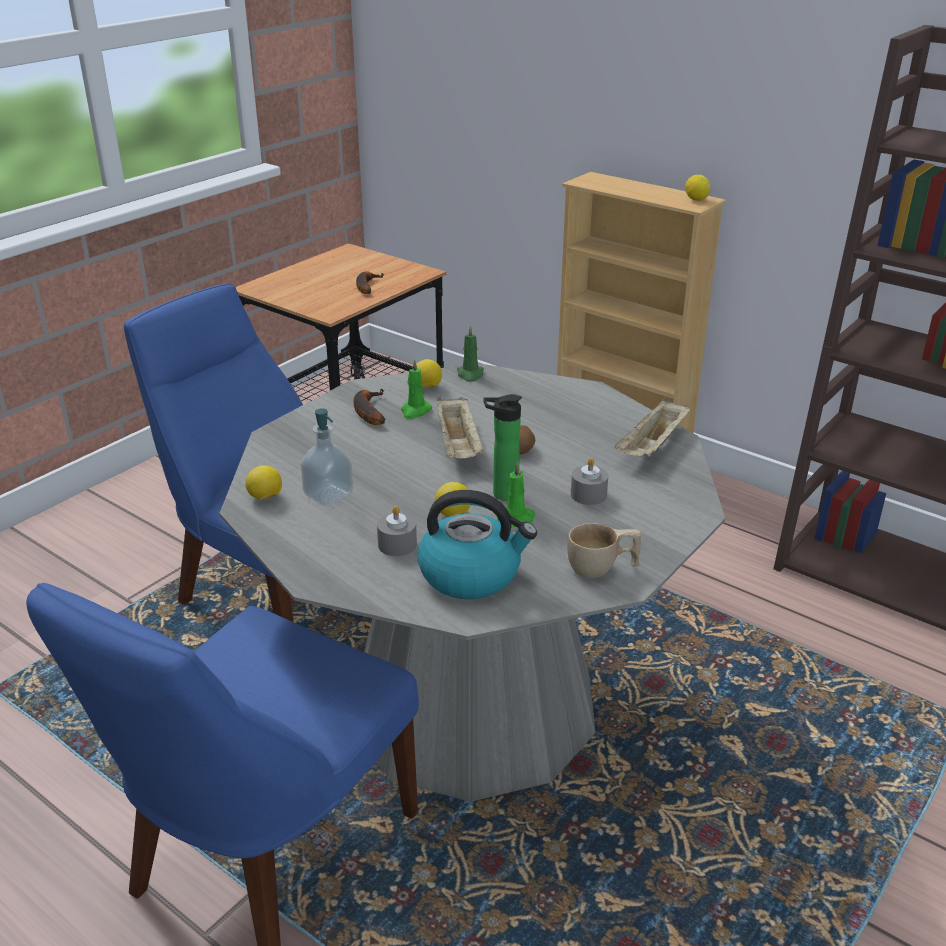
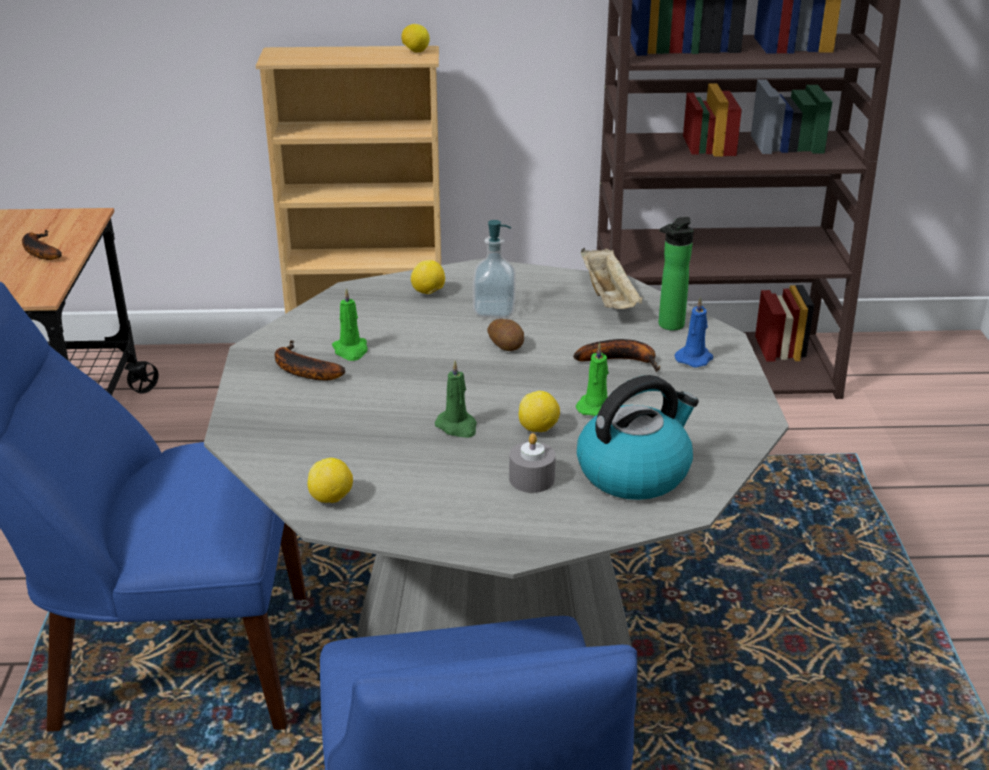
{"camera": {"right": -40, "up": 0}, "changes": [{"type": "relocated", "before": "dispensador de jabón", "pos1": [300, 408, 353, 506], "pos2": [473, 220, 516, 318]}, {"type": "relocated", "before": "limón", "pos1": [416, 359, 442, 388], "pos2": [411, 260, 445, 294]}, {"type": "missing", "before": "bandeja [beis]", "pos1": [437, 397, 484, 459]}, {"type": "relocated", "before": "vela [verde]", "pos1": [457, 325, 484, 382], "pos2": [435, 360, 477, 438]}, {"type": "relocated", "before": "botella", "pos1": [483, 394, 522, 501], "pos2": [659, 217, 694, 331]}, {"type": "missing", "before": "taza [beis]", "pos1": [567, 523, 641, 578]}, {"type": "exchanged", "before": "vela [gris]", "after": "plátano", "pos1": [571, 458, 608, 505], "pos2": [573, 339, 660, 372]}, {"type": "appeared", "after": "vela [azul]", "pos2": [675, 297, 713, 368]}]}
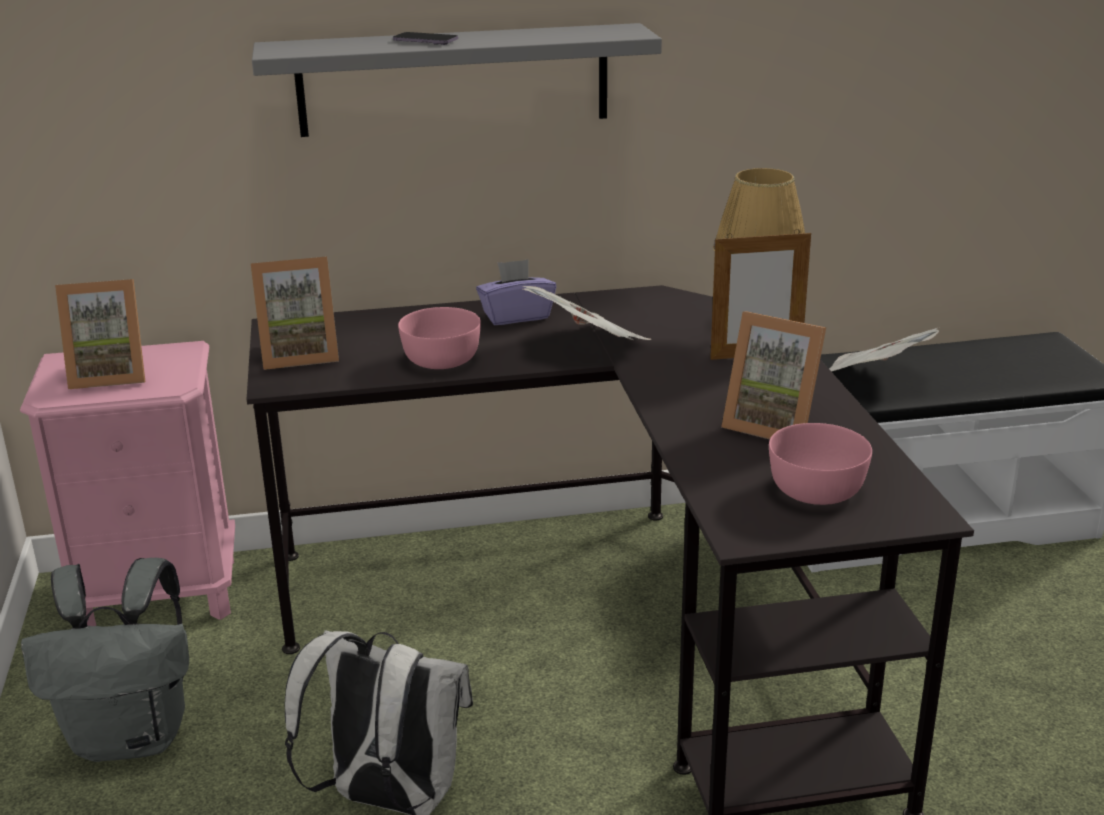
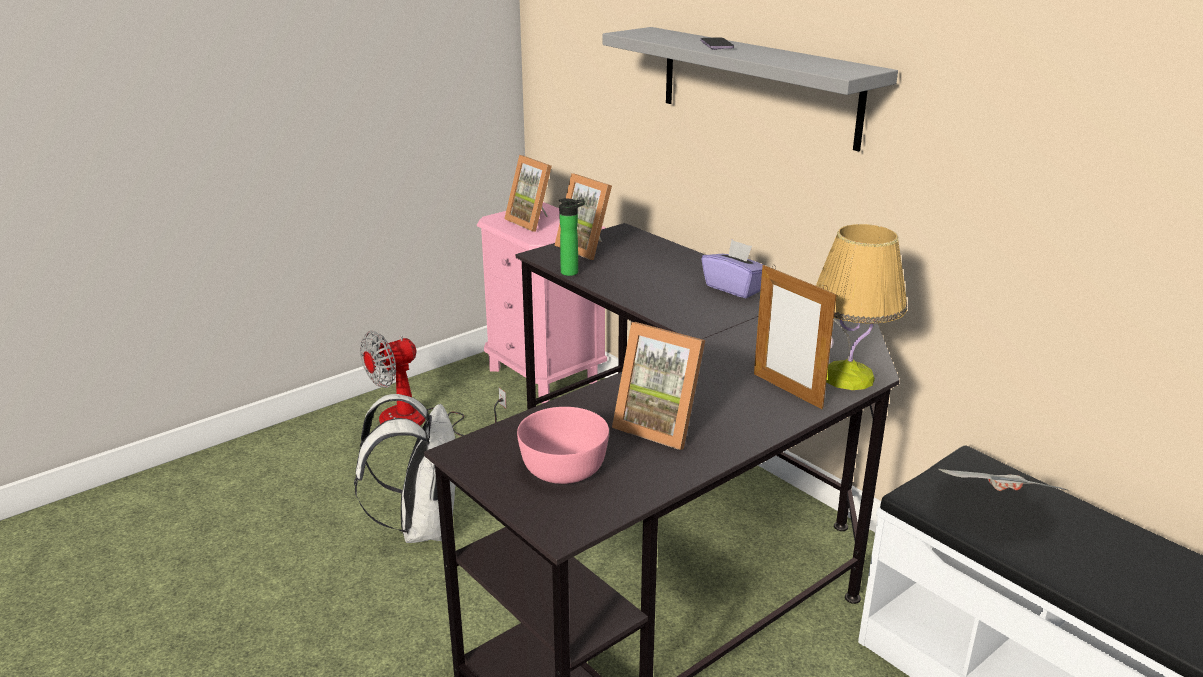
{"camera": {"right": 60, "up": 0}, "changes": [{"type": "exchanged", "before": "mochila [gris]", "after": "ventilador", "pos1": [21, 557, 189, 762], "pos2": [360, 331, 506, 436]}, {"type": "missing", "before": "cuenco [rosa]", "pos1": [398, 307, 481, 369]}, {"type": "missing", "before": "periódico", "pos1": [522, 286, 652, 340]}, {"type": "spun", "before": "portarretratos", "pos1": [721, 311, 826, 439], "pos2": [612, 322, 705, 450], "turn": -60}, {"type": "appeared", "after": "botella", "pos2": [559, 198, 585, 276]}]}
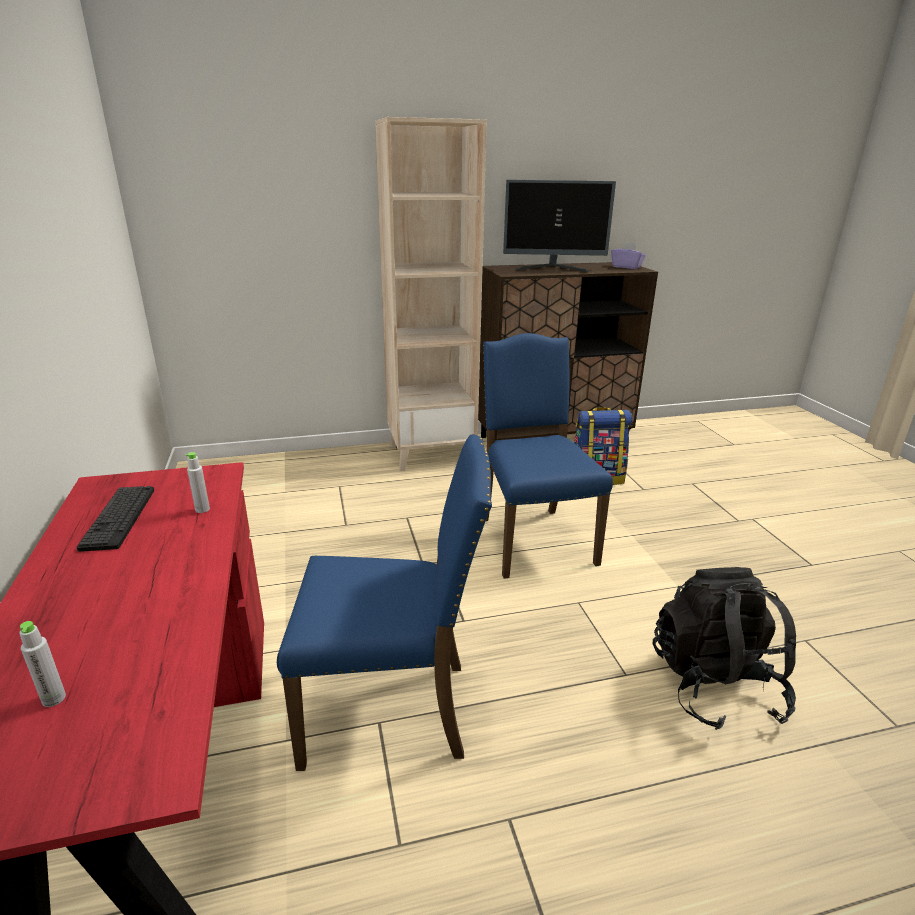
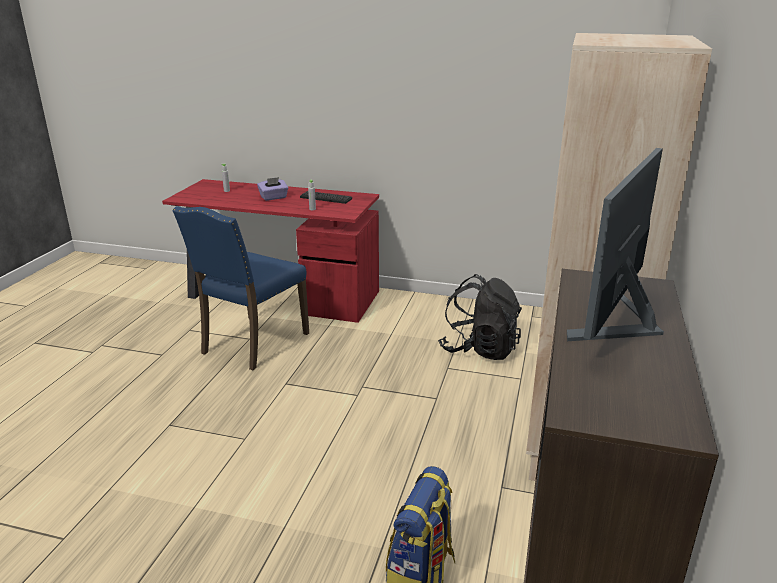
{"camera": {"right": 120, "up": 0}, "changes": [{"type": "missing", "before": "silla [azul]", "pos1": [483, 333, 613, 579]}, {"type": "relocated", "before": "caja de pañuelos [morado]", "pos1": [611, 242, 646, 269], "pos2": [257, 177, 288, 201]}, {"type": "relocated", "before": "mochila [negro]", "pos1": [653, 567, 796, 730], "pos2": [438, 274, 522, 360]}]}
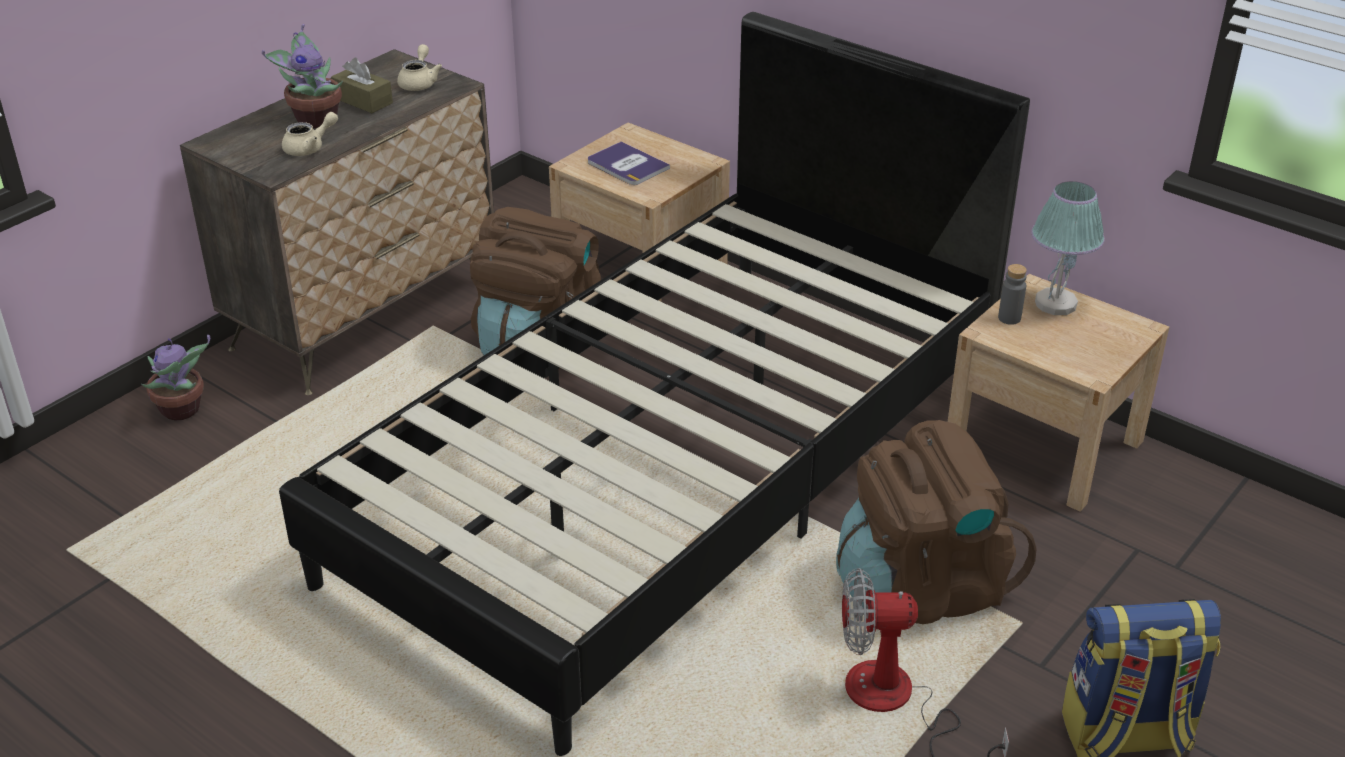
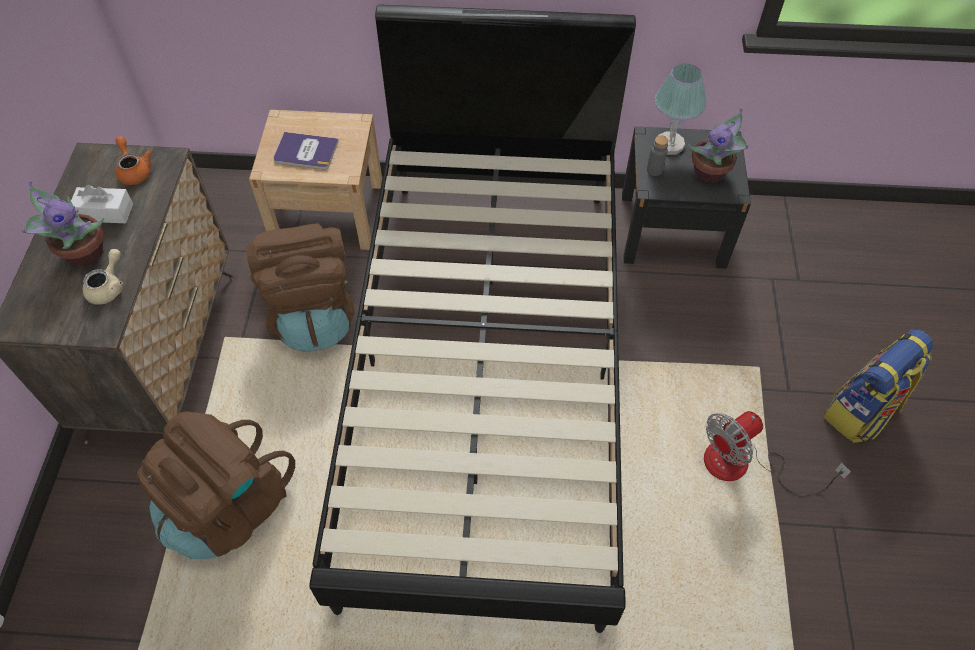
{"camera": {"right": -35, "up": 20}, "changes": [{"type": "relocated", "before": "planta en maceta", "pos1": [141, 335, 210, 420], "pos2": [688, 107, 748, 182]}, {"type": "colour", "before": "caja de pañuelos [marrón]", "after": "caja de pañuelos [blanco]", "pos1": [331, 58, 393, 113], "pos2": [71, 184, 133, 223]}, {"type": "colour", "before": "tetera [beis]", "after": "tetera [naranja]", "pos1": [397, 44, 442, 91], "pos2": [115, 136, 152, 185]}, {"type": "relocated", "before": "mochila [marrón]", "pos1": [836, 420, 1037, 624], "pos2": [137, 411, 295, 559]}, {"type": "colour", "before": "mesita de noche [beis]", "after": "mesita de noche [negro]", "pos1": [948, 274, 1169, 512], "pos2": [622, 127, 751, 269]}]}
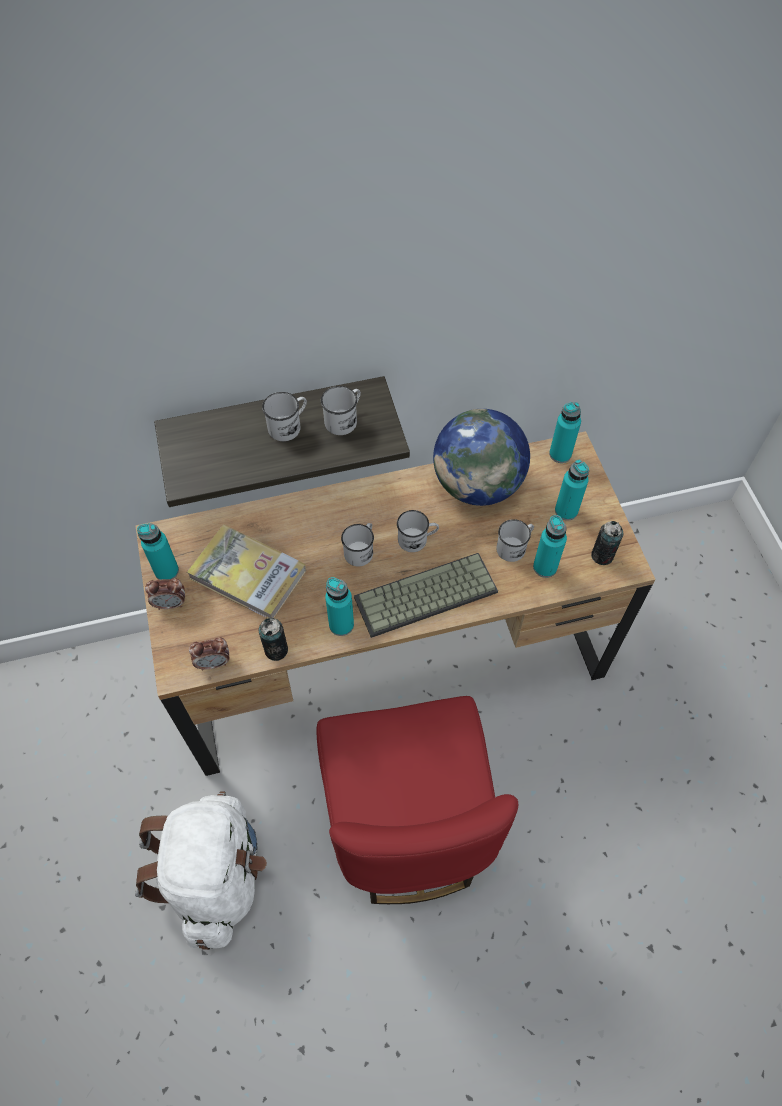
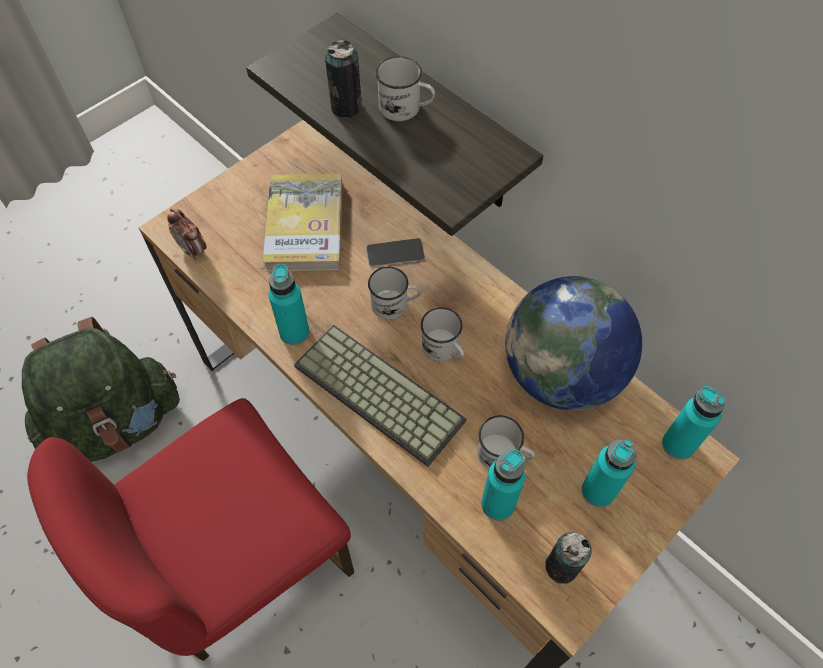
{"camera": {"right": 60, "up": 0}, "changes": [{"type": "colour", "before": "mochila [blanco]", "after": "mochila [verde]", "pos1": [135, 792, 267, 950], "pos2": [22, 317, 180, 462]}, {"type": "missing", "before": "botella [turquesa]", "pos1": [137, 523, 179, 580]}, {"type": "missing", "before": "despertador", "pos1": [145, 578, 185, 610]}, {"type": "relocated", "before": "lata", "pos1": [259, 618, 288, 661], "pos2": [325, 40, 362, 118]}, {"type": "missing", "before": "taza grande [blanco]", "pos1": [321, 386, 361, 435]}, {"type": "appeared", "after": "móvil", "pos2": [366, 238, 425, 267]}]}
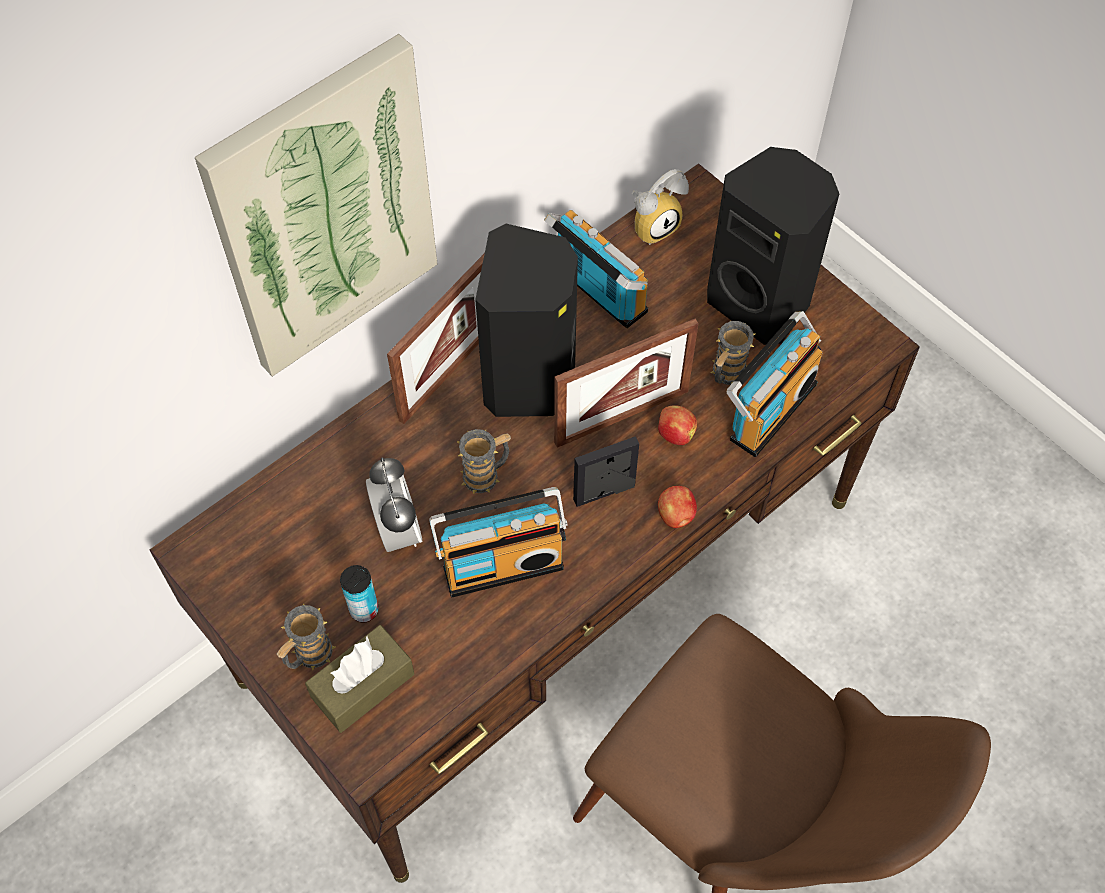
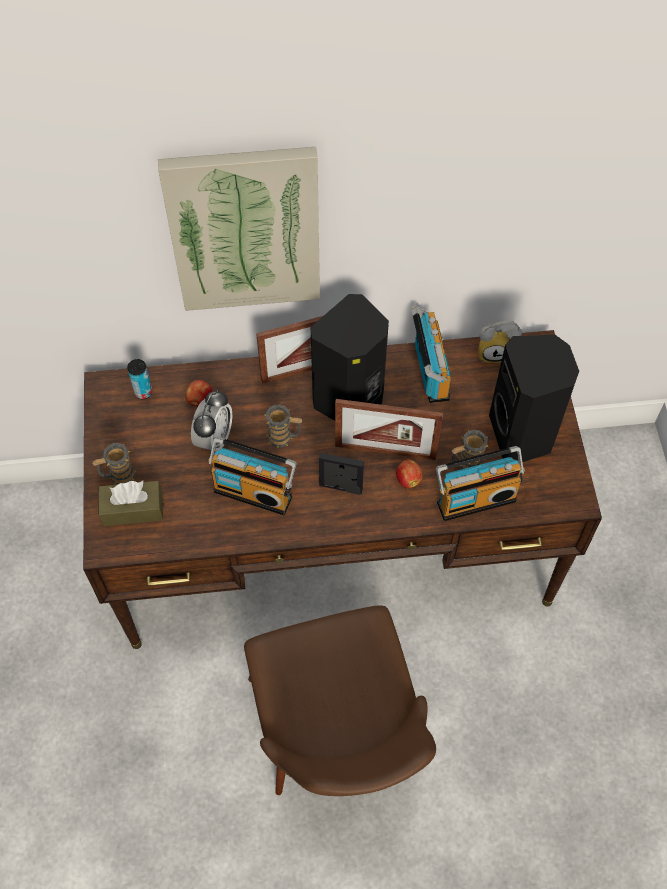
{"camera": {"right": 35, "up": 0}, "changes": [{"type": "relocated", "before": "lata", "pos1": [340, 565, 379, 622], "pos2": [127, 359, 152, 399]}, {"type": "relocated", "before": "manzana", "pos1": [658, 486, 697, 528], "pos2": [186, 380, 212, 406]}]}
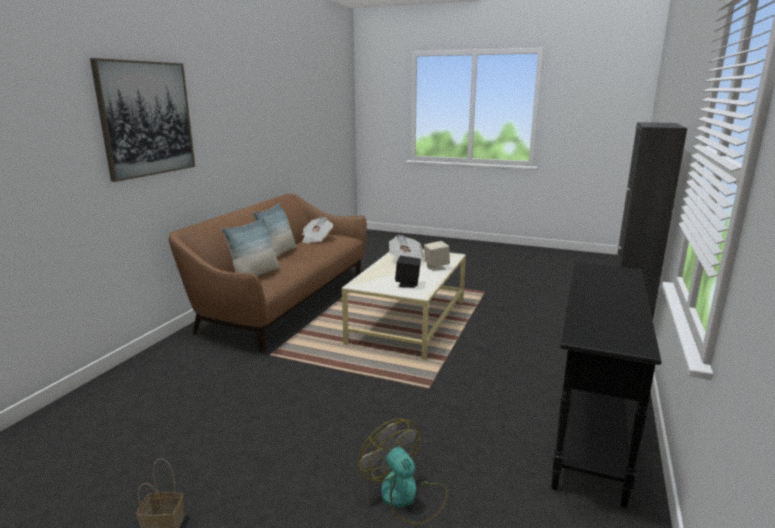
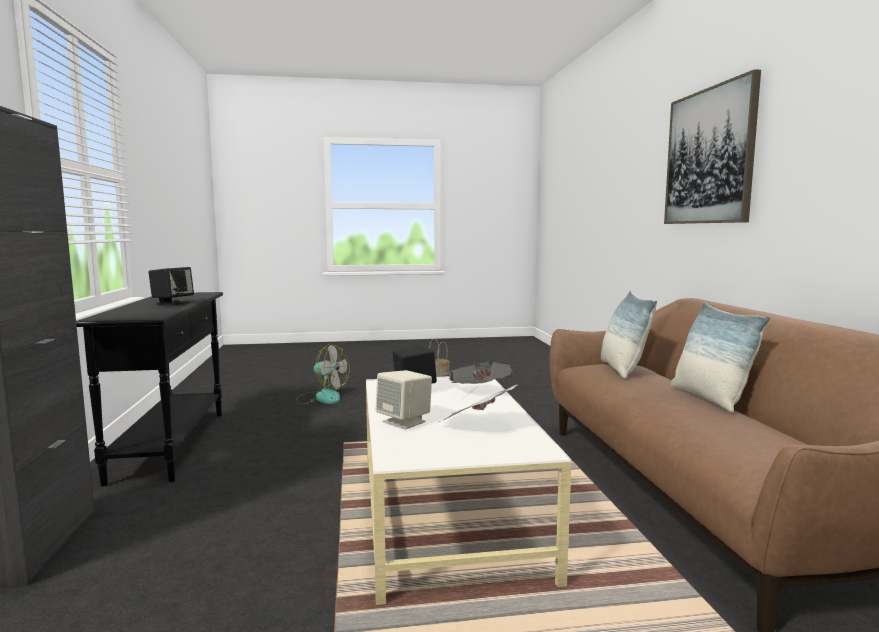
{"camera": {"right": 150, "up": -10}, "changes": [{"type": "relocated", "before": "periódico", "pos1": [302, 217, 333, 243], "pos2": [448, 362, 512, 384]}, {"type": "appeared", "after": "altavoz [negro]", "pos2": [149, 267, 194, 305]}]}
